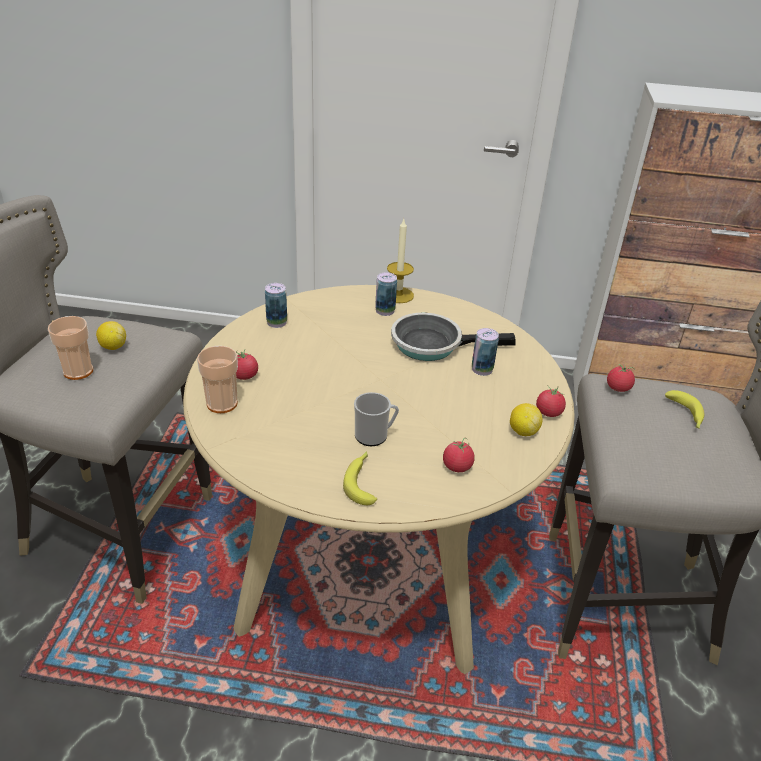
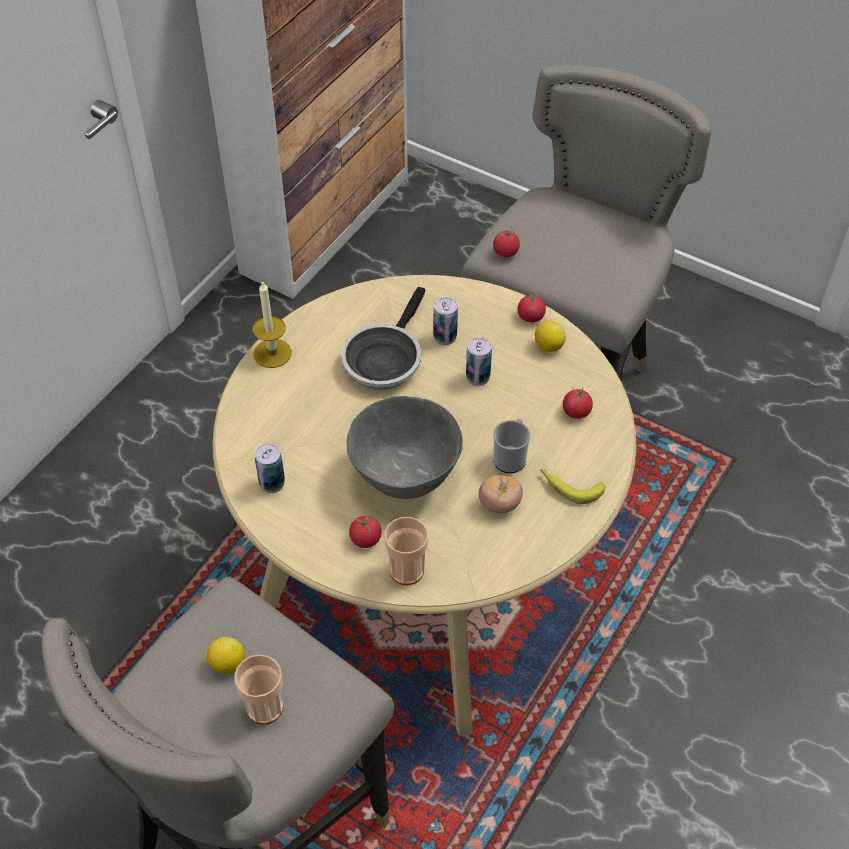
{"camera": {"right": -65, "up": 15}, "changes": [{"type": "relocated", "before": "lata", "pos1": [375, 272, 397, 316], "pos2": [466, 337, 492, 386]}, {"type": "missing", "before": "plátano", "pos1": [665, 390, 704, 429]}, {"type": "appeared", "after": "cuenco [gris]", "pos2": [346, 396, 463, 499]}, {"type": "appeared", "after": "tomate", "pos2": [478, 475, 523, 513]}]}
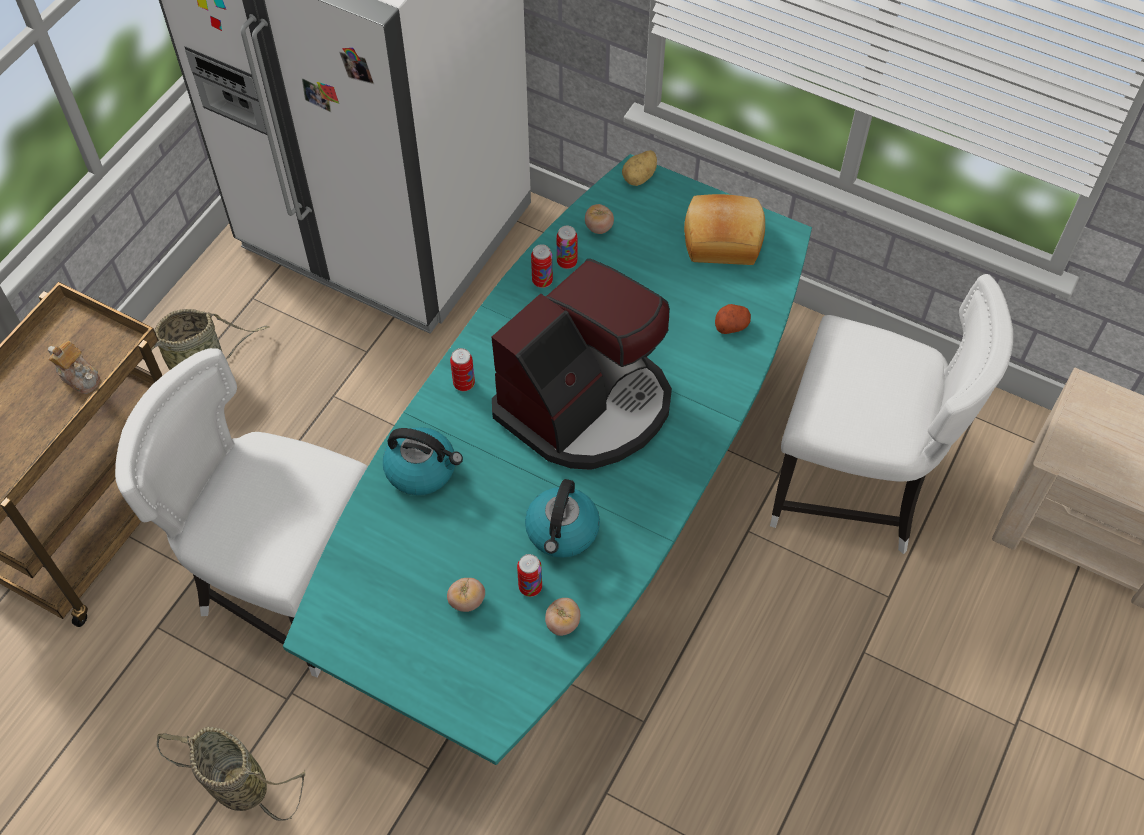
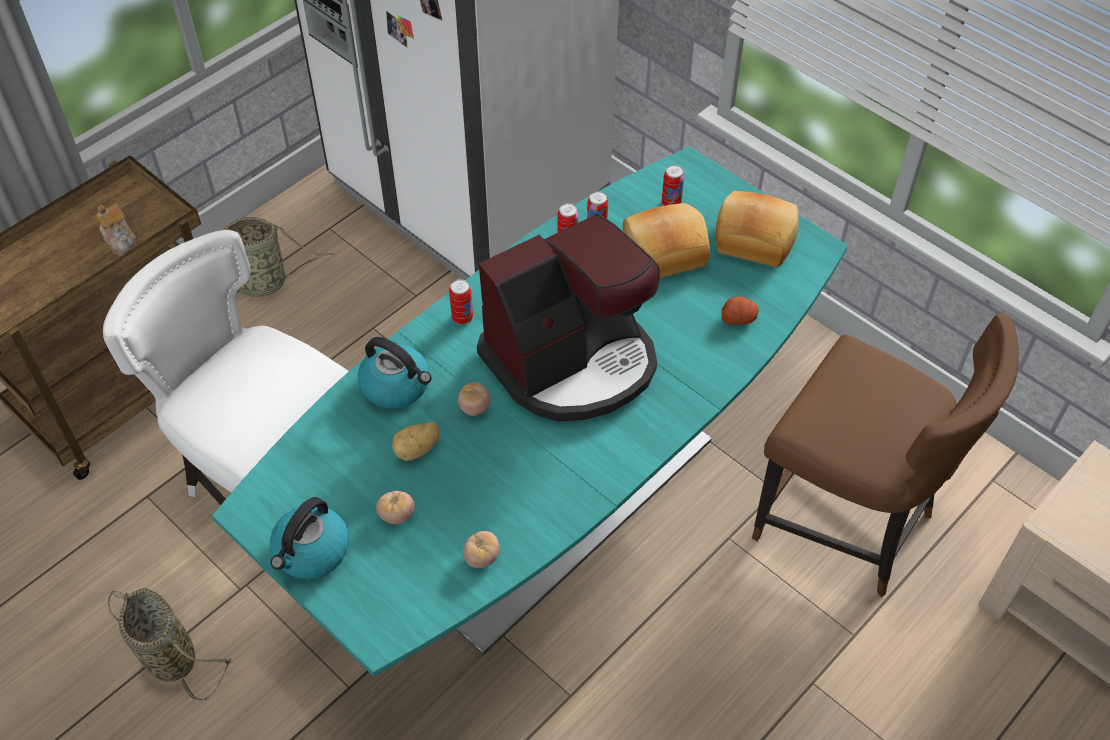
{"camera": {"right": 15, "up": -5}, "changes": [{"type": "relocated", "before": "lata", "pos1": [517, 554, 542, 597], "pos2": [662, 165, 684, 206]}, {"type": "relocated", "before": "hervidor", "pos1": [525, 479, 600, 558], "pos2": [270, 497, 349, 579]}, {"type": "relocated", "before": "tomate", "pos1": [585, 204, 614, 234], "pos2": [458, 382, 491, 416]}, {"type": "relocated", "before": "patata", "pos1": [622, 150, 657, 186], "pos2": [392, 422, 439, 461]}, {"type": "colour", "before": "silla [blanco]", "after": "silla [marrón]", "pos1": [770, 274, 1013, 554], "pos2": [752, 313, 1019, 597]}, {"type": "appeared", "after": "pan", "pos2": [623, 203, 710, 278]}]}
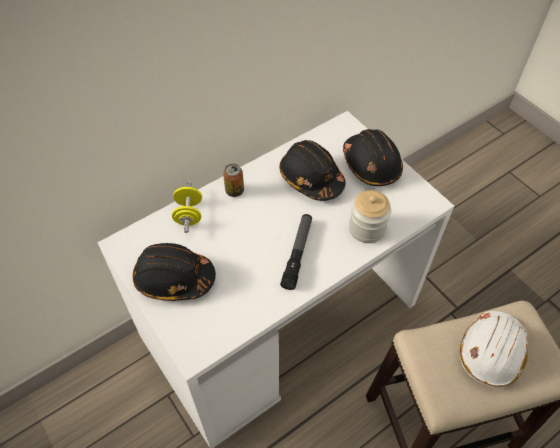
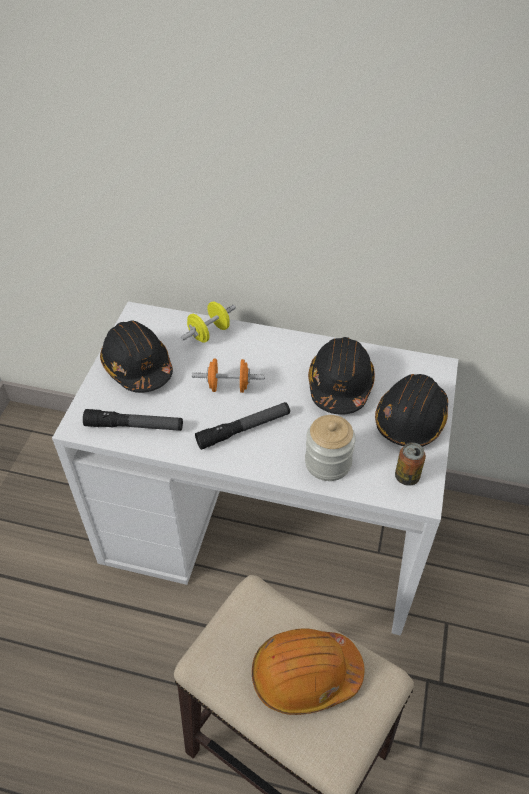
{"camera": {"right": 50, "up": -5}, "changes": [{"type": "relocated", "before": "lata", "pos1": [223, 163, 244, 197], "pos2": [395, 443, 426, 486]}, {"type": "colour", "before": "casco [blanco]", "after": "casco [naranja]", "pos1": [460, 311, 528, 388], "pos2": [252, 628, 365, 715]}, {"type": "appeared", "after": "linterna", "pos2": [83, 409, 183, 431]}, {"type": "appeared", "after": "mancuerna [naranja]", "pos2": [192, 358, 265, 393]}]}
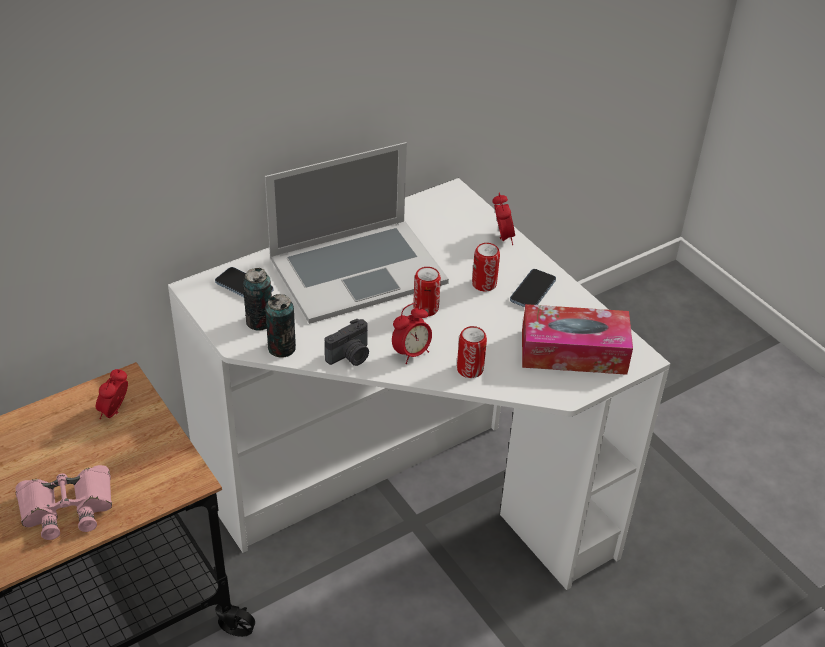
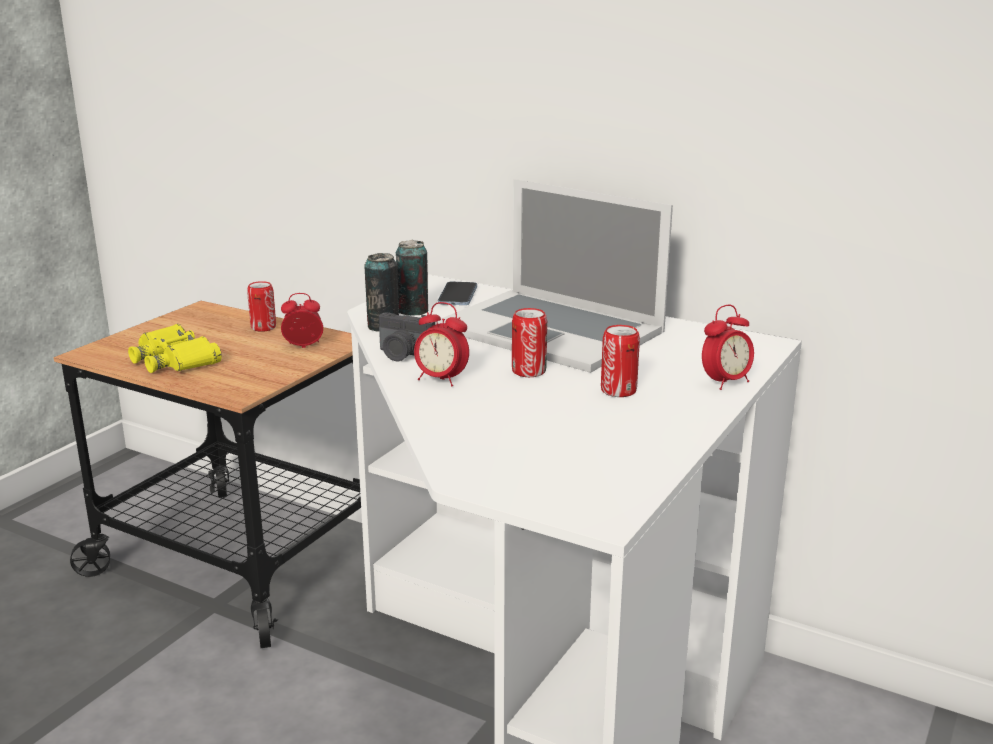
{"camera": {"right": 65, "up": -20}, "changes": [{"type": "colour", "before": "prismáticos [rosa]", "after": "prismáticos [amarillo]", "pos1": [16, 465, 112, 540], "pos2": [128, 324, 222, 373]}, {"type": "relocated", "before": "lata", "pos1": [457, 326, 487, 378], "pos2": [247, 281, 276, 332]}, {"type": "missing", "before": "móvil", "pos1": [510, 269, 556, 307]}, {"type": "missing", "before": "caja de pañuelos", "pos1": [522, 304, 633, 375]}]}
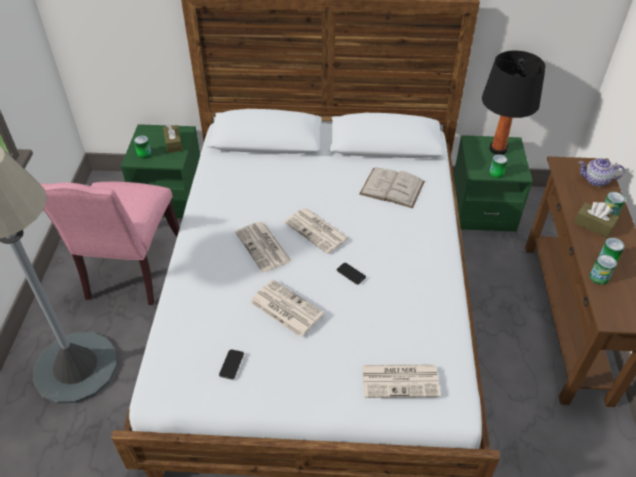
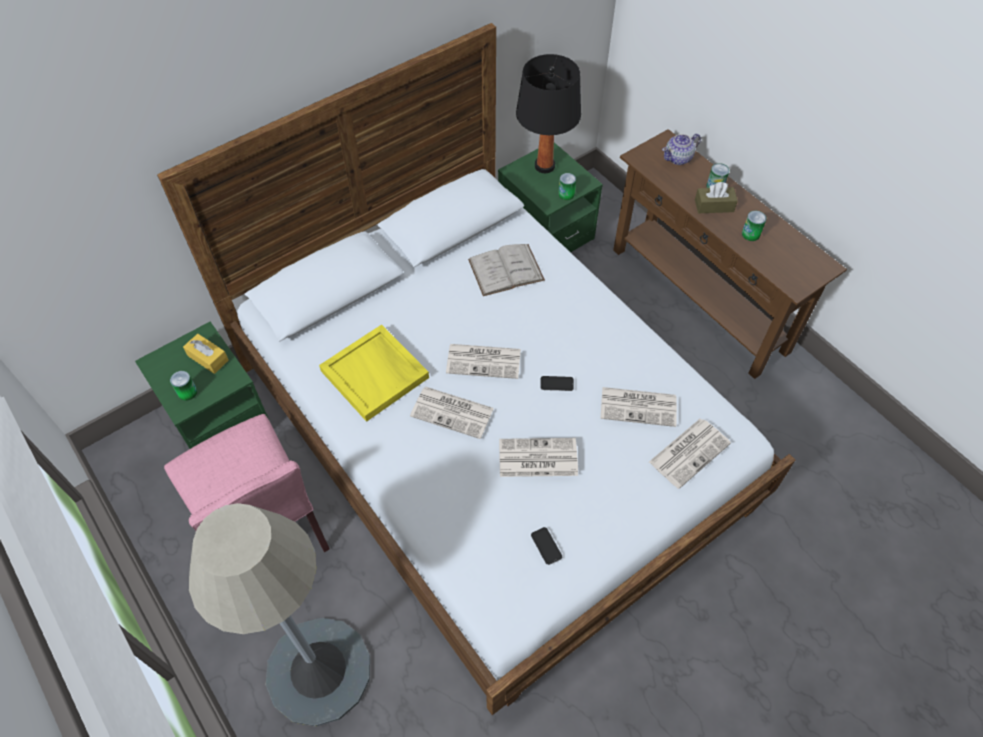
{"camera": {"right": -40, "up": 10}, "changes": [{"type": "colour", "before": "caja de pañuelos [marrón]", "after": "caja de pañuelos [amarillo]", "pos1": [163, 124, 183, 153], "pos2": [183, 334, 229, 374]}, {"type": "missing", "before": "lata", "pos1": [590, 254, 617, 285]}, {"type": "appeared", "after": "bandeja [amarillo]", "pos2": [319, 324, 429, 422]}, {"type": "appeared", "after": "periódico", "pos2": [601, 387, 677, 427]}]}
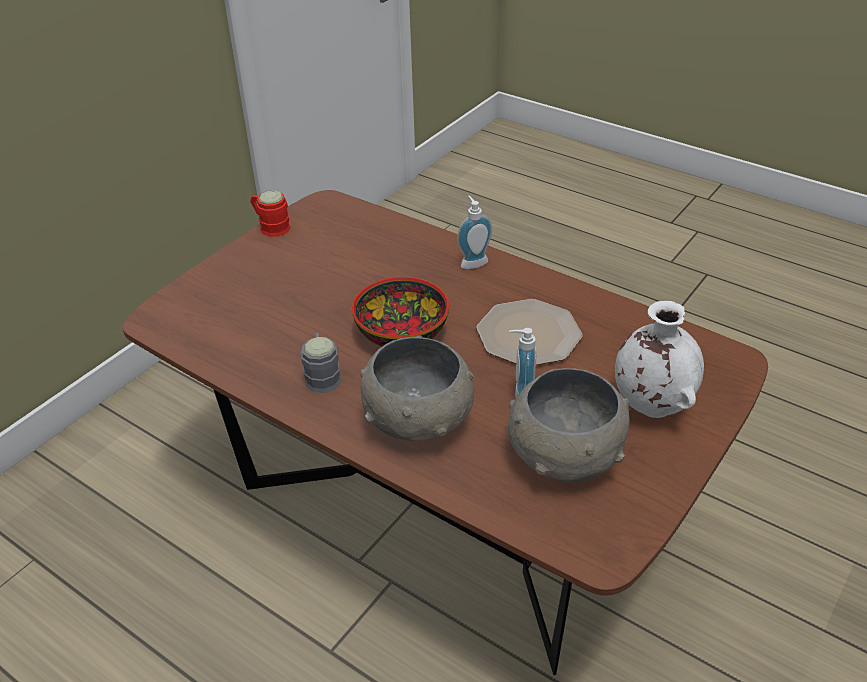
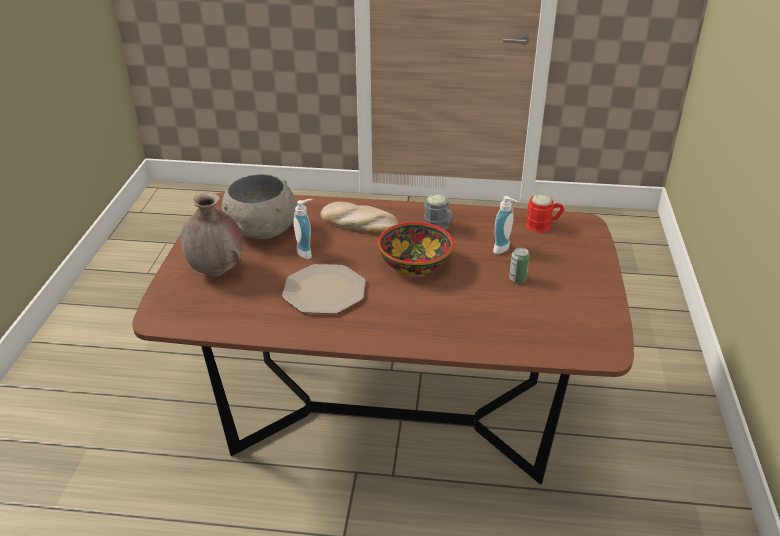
{"camera": {"right": 150, "up": -5}, "changes": [{"type": "relocated", "before": "taza grande [rojo]", "pos1": [250, 190, 291, 237], "pos2": [525, 194, 564, 233]}, {"type": "exchanged", "before": "cuenco [gris]", "after": "pan", "pos1": [360, 335, 474, 441], "pos2": [321, 202, 399, 235]}, {"type": "relocated", "before": "dispensador de jabón", "pos1": [457, 196, 492, 269], "pos2": [493, 196, 518, 254]}, {"type": "colour", "before": "florero [blanco]", "after": "florero [marrón]", "pos1": [615, 301, 704, 418], "pos2": [180, 193, 243, 277]}, {"type": "appeared", "after": "lata", "pos2": [509, 247, 530, 283]}]}
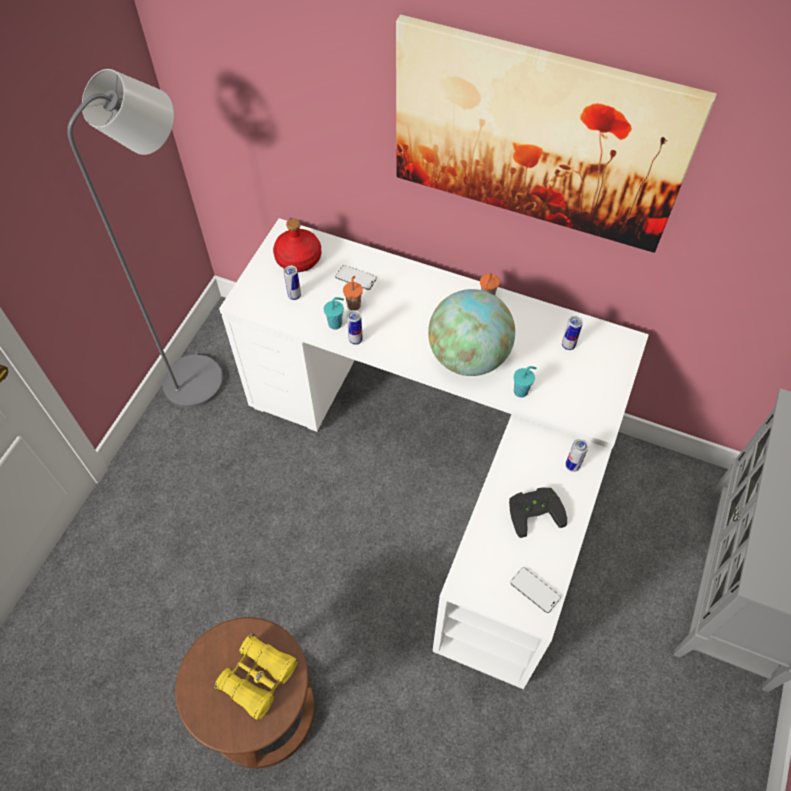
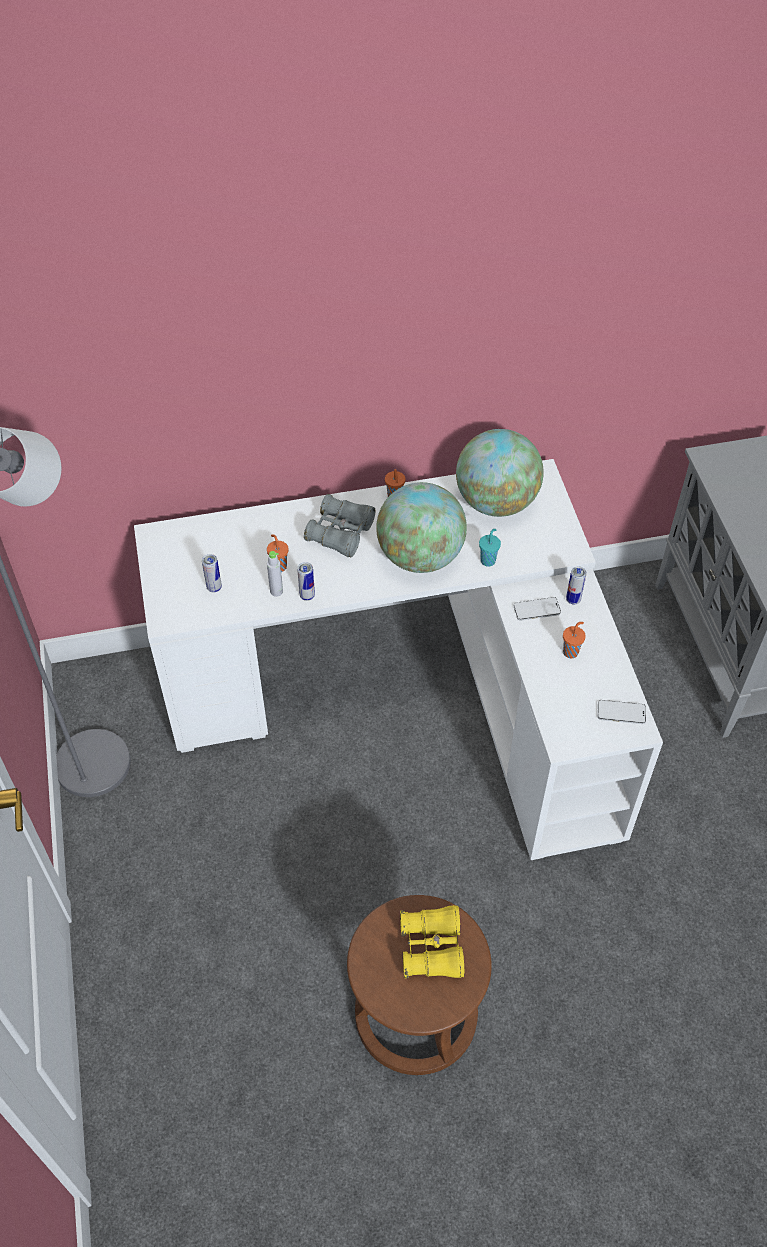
{"camera": {"right": -35, "up": -5}, "changes": [{"type": "missing", "before": "botella [rojo]", "pos1": [273, 219, 321, 272]}, {"type": "exchanged", "before": "taza [turquesa]", "after": "botella [gris]", "pos1": [324, 297, 344, 330], "pos2": [267, 551, 283, 597]}, {"type": "relocated", "before": "móvil", "pos1": [335, 265, 377, 290], "pos2": [514, 597, 561, 621]}, {"type": "missing", "before": "cuadro", "pos1": [396, 15, 717, 253]}, {"type": "exchanged", "before": "mando de consola [negro]", "after": "taza [naranja]", "pos1": [509, 487, 567, 538], "pos2": [563, 622, 586, 659]}, {"type": "exchanged", "before": "lata", "after": "globo terráqueo", "pos1": [562, 316, 583, 350], "pos2": [456, 429, 544, 517]}, {"type": "appeared", "after": "prismáticos [gris]", "pos2": [304, 494, 375, 558]}]}
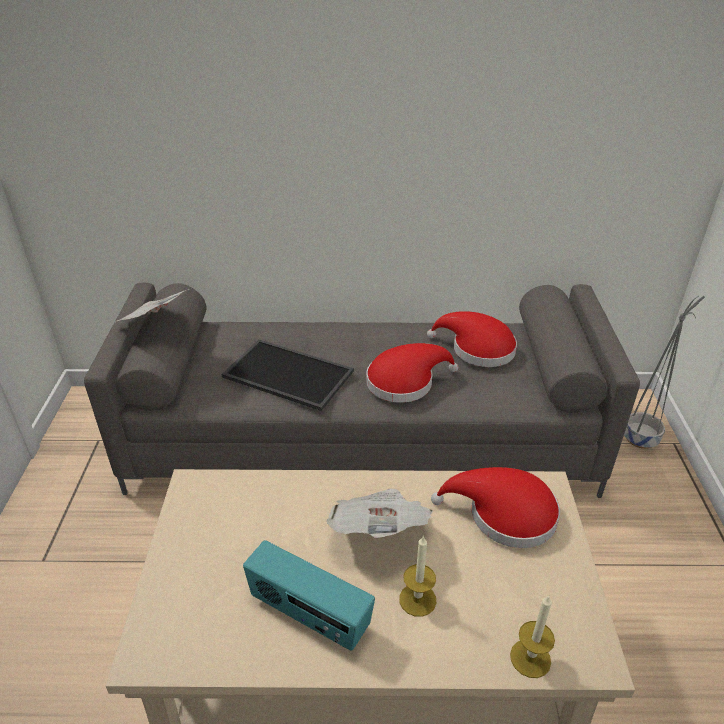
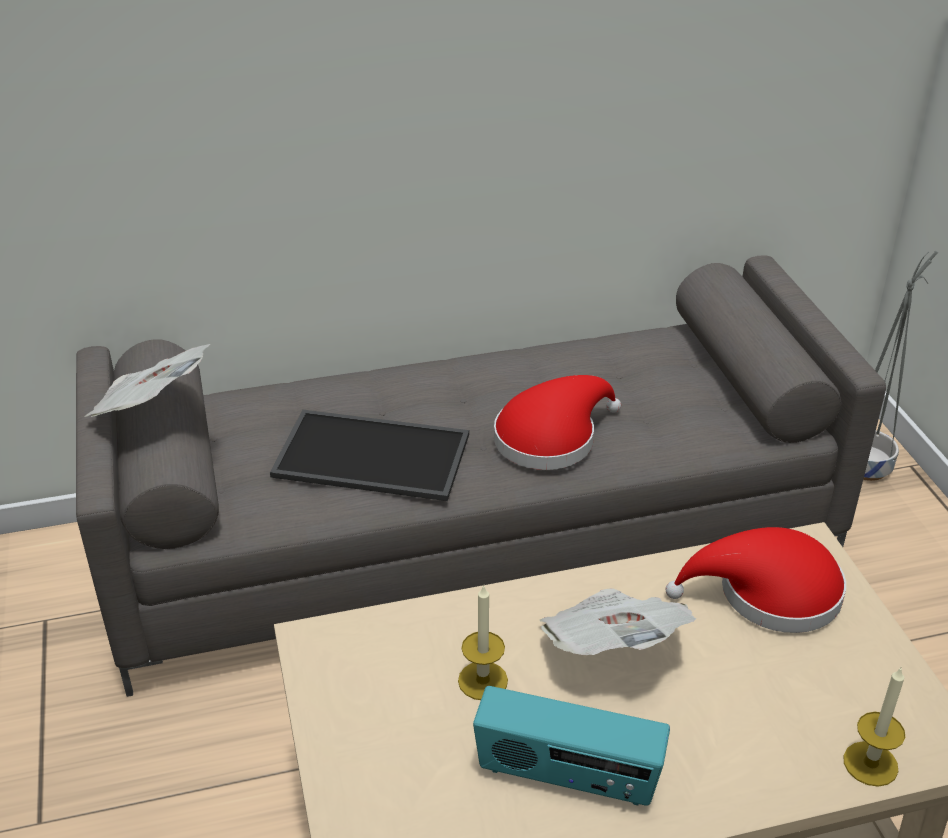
{"camera": {"right": -15, "up": 0}, "changes": [{"type": "relocated", "before": "vela", "pos1": [399, 536, 436, 617], "pos2": [458, 585, 508, 700]}, {"type": "missing", "before": "sombrero [rojo]", "pos1": [427, 311, 517, 367]}]}
